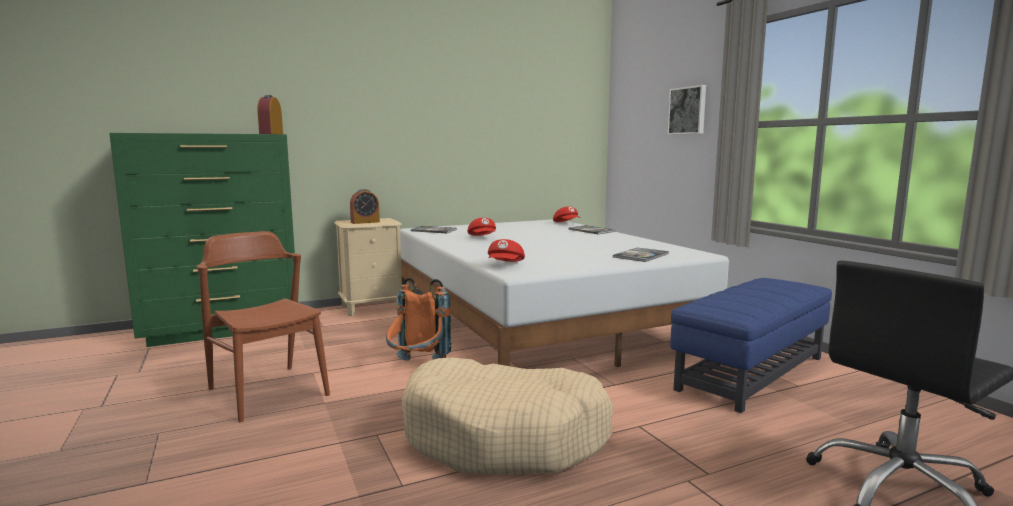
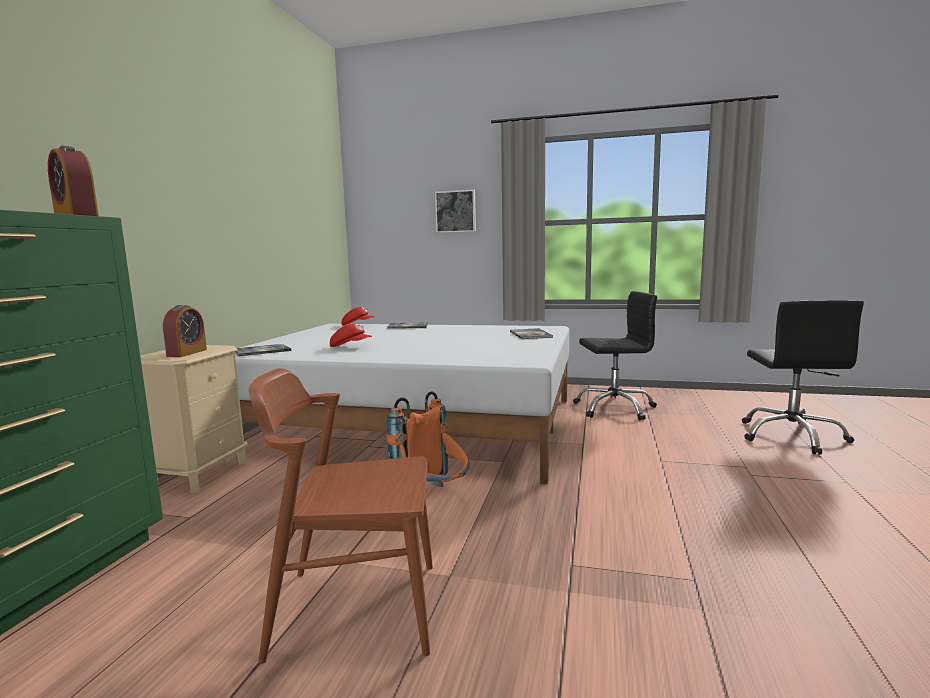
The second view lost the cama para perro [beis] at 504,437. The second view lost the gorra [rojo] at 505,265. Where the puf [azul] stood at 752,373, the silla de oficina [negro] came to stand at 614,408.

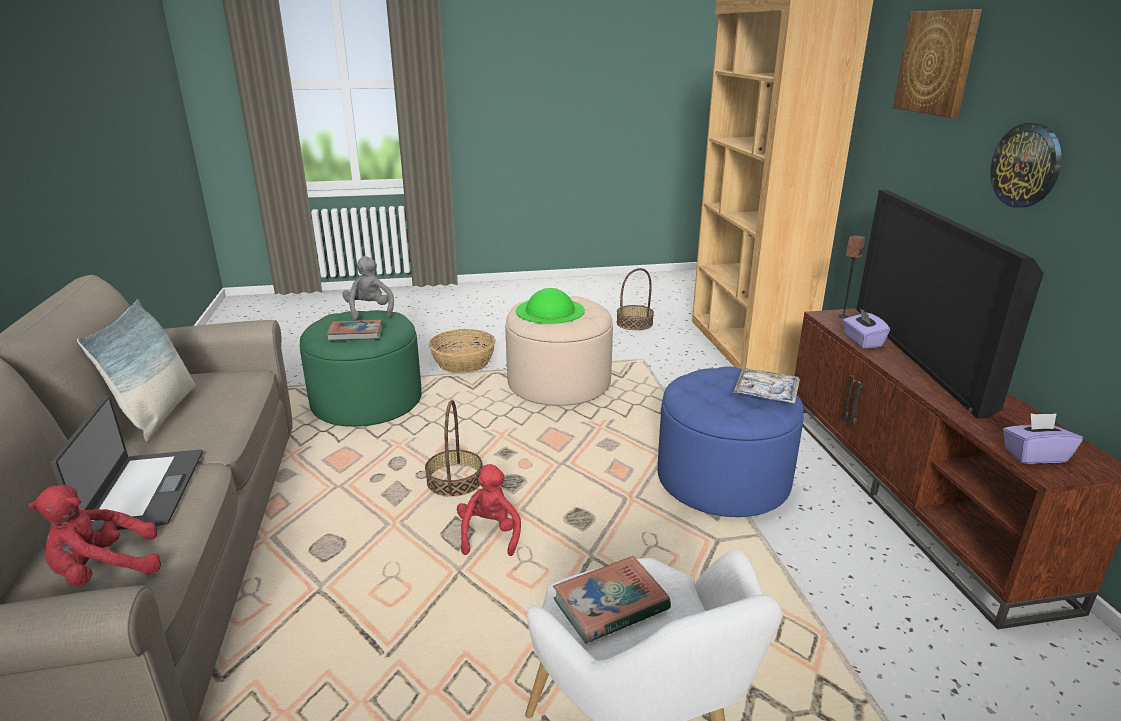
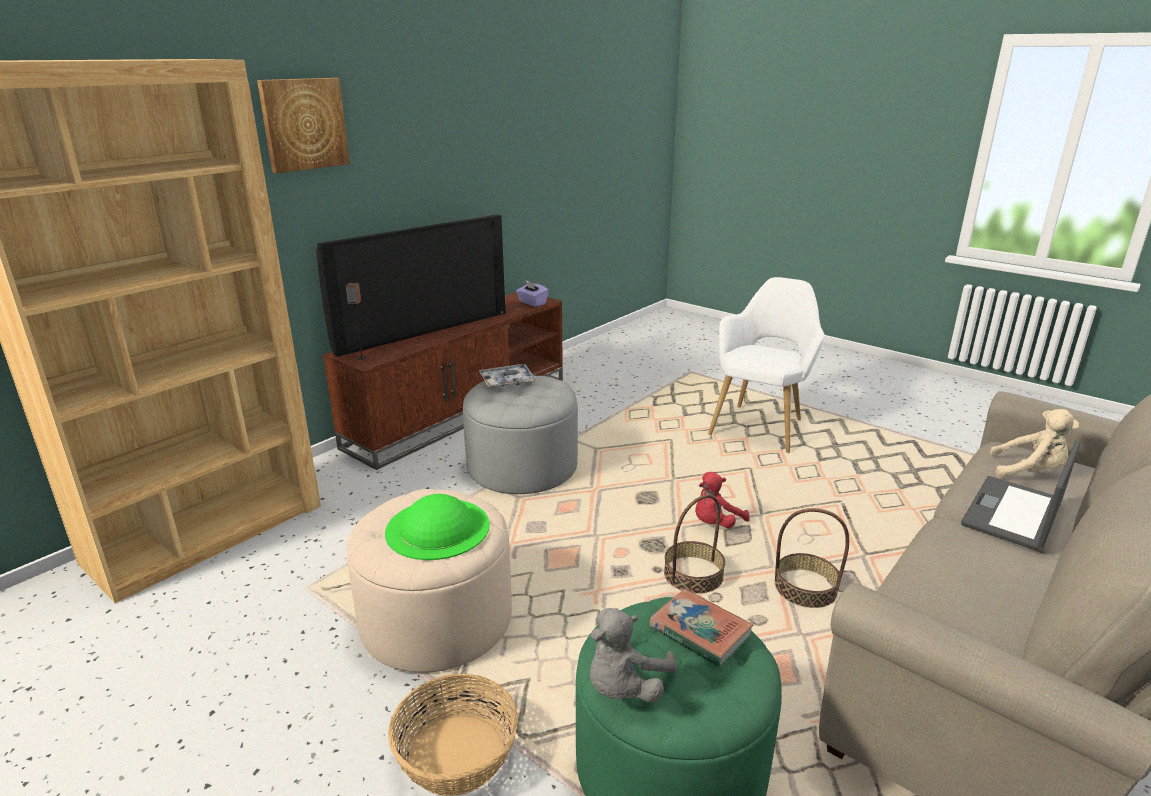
What was the peluche [rojo] at 104,571 turned into the peluche [beis] at 1029,472. The second view lost the cojín at 158,413. The second view lost the libro at 610,604. The cesta ended up elsewhere, having gone from 634,323 to 805,589. What was the puf [azul] at 723,479 turned into the puf [gris] at 522,467. The second view lost the caja de pañuelos [morado] at 862,341. The second view lost the reloj de pared at 1026,165.

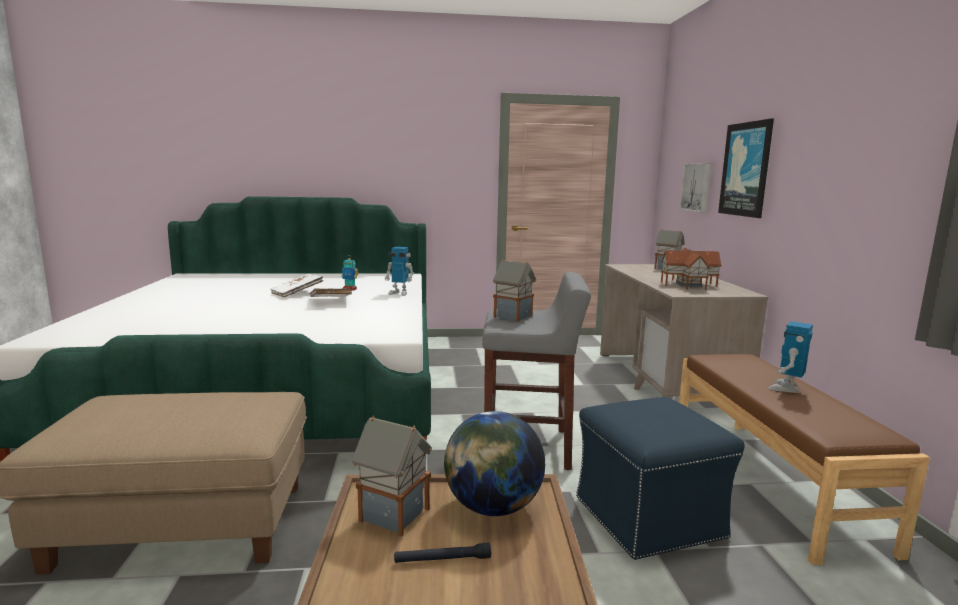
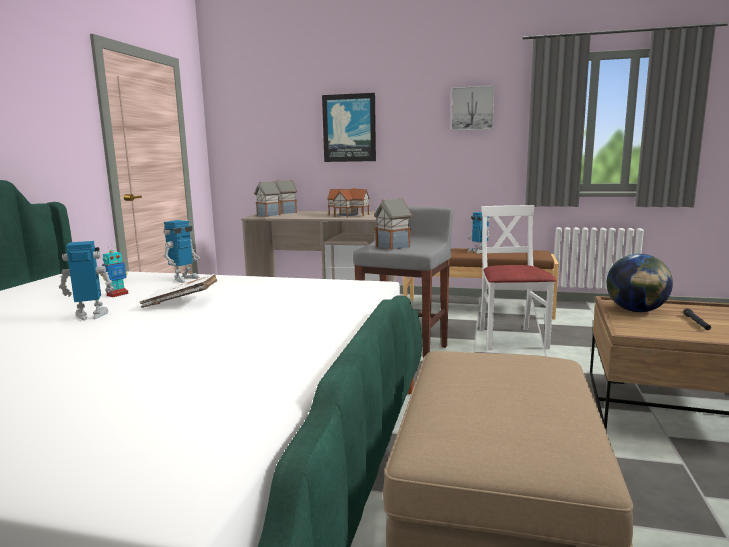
Where the libro [blanco] stood at 297,293, the robot de juguete came to stand at 91,316. The casita ended up elsewhere, having gone from 392,514 to 268,215. Where the puf [azul] stood at 649,518, the silla [blanco] came to stand at 510,338. The cuadro ended up elsewhere, having gone from 697,187 to 472,108.

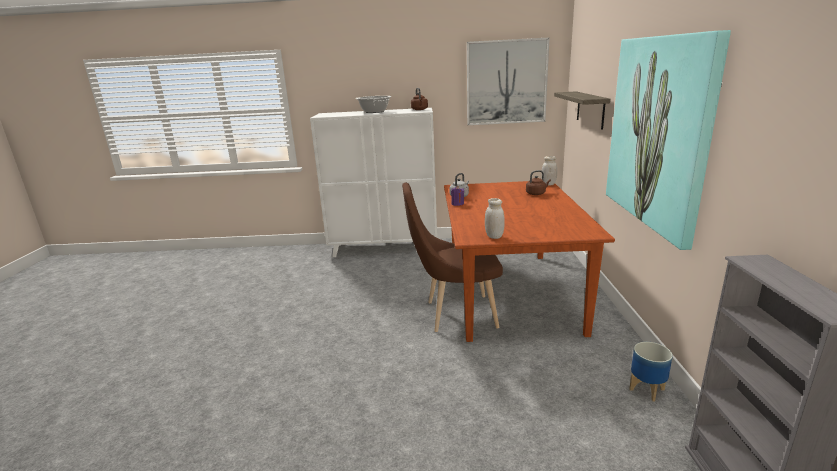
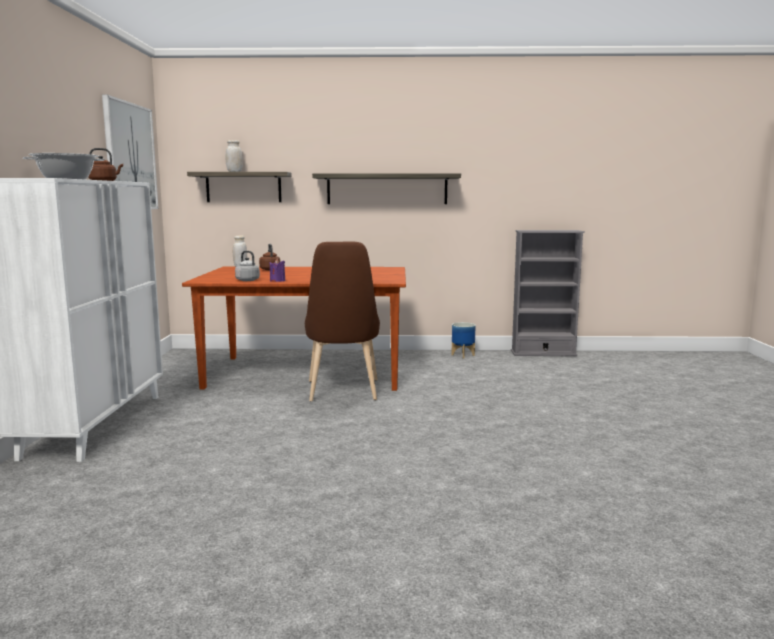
The tarro [blanco] ended up elsewhere, having gone from 494,236 to 234,172. Where the cuadro hung at 659,132, the estante came to hang at 387,189.

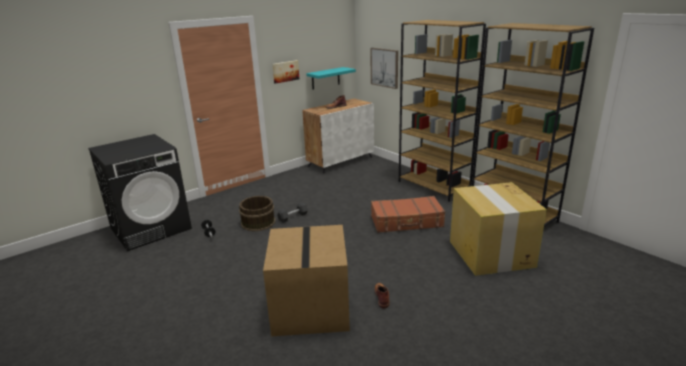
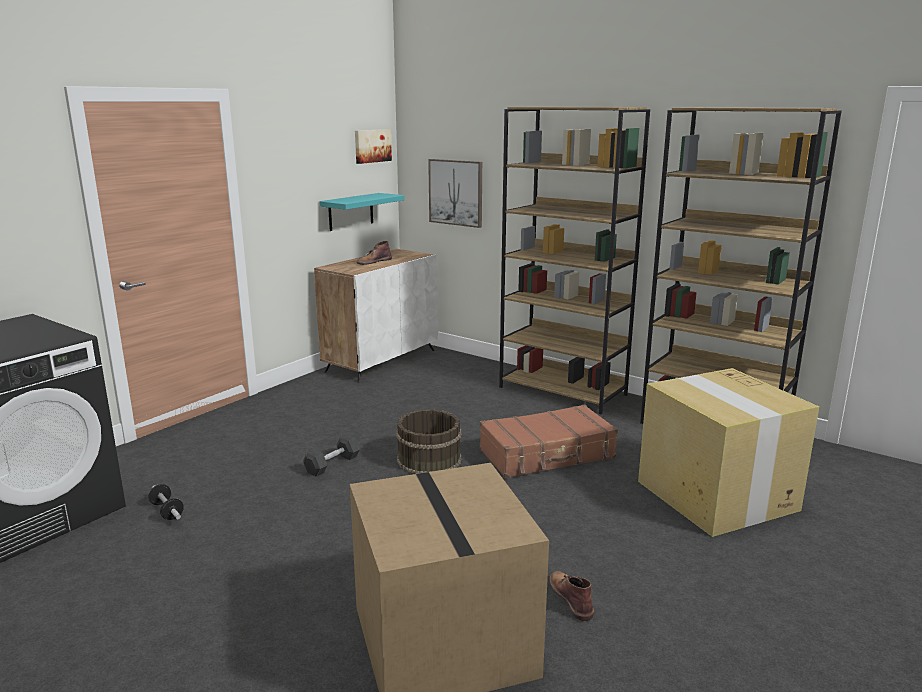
The cubo [marrón] ended up elsewhere, having gone from 258,222 to 428,459. The cuadro ended up elsewhere, having gone from 285,71 to 372,146.

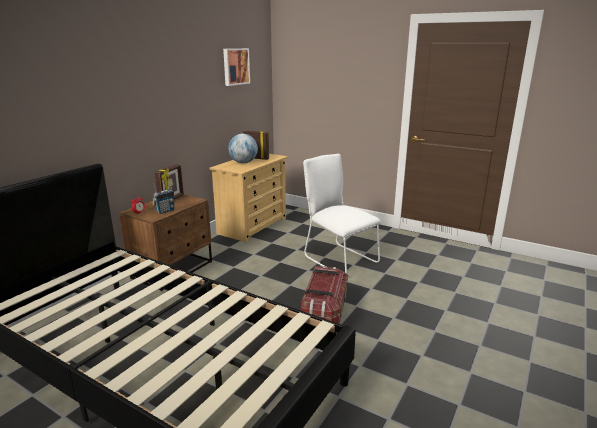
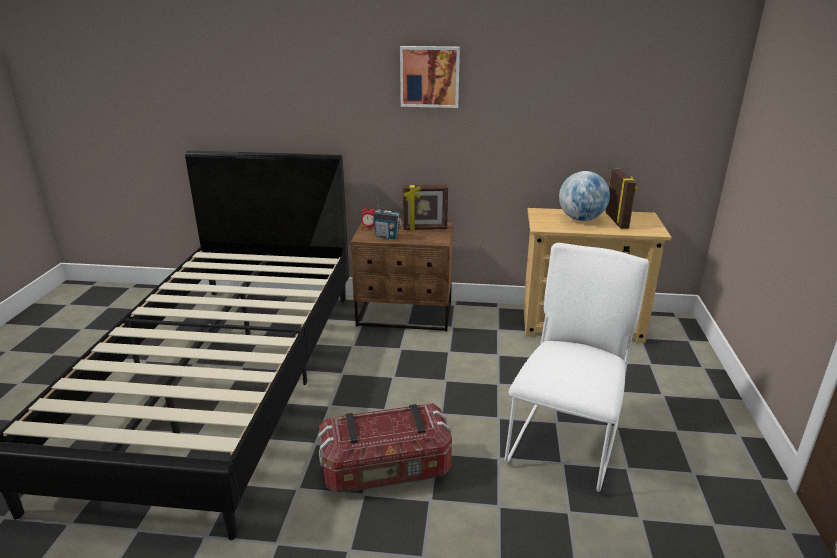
The cuadro ended up elsewhere, having gone from 235,66 to 430,76.

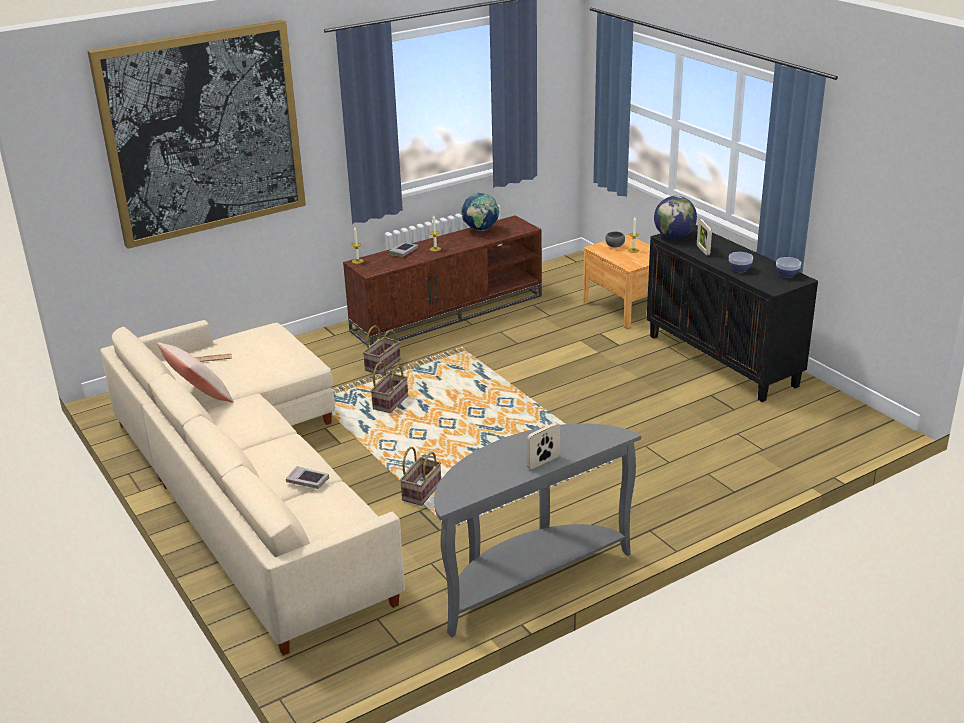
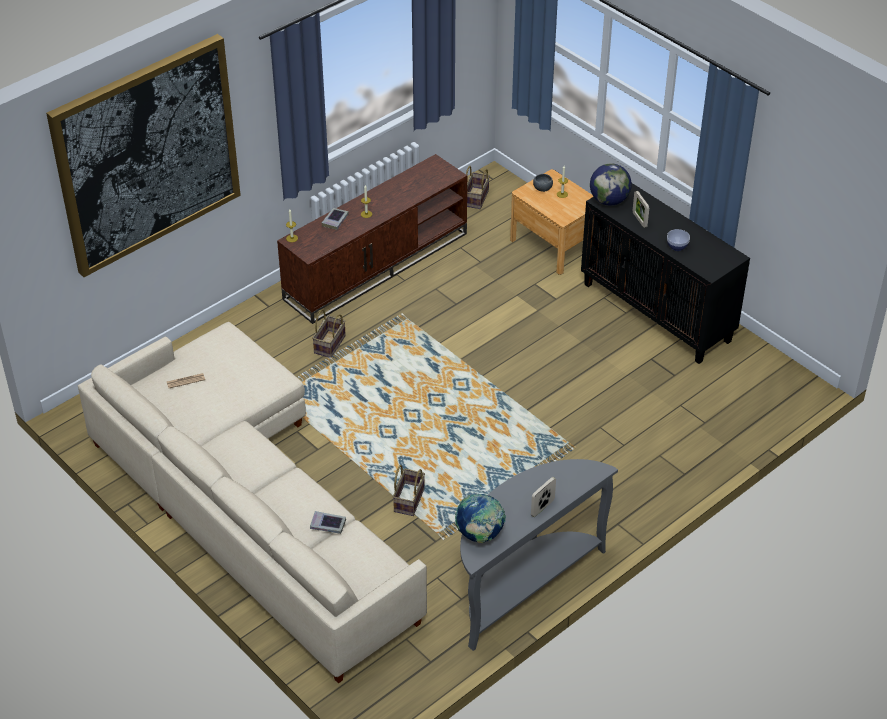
The second view lost the cojín [beis] at 199,396. The cesta ended up elsewhere, having gone from 390,402 to 476,197. The globo terráqueo ended up elsewhere, having gone from 480,230 to 480,535. The second view lost the cuenco at 787,275.

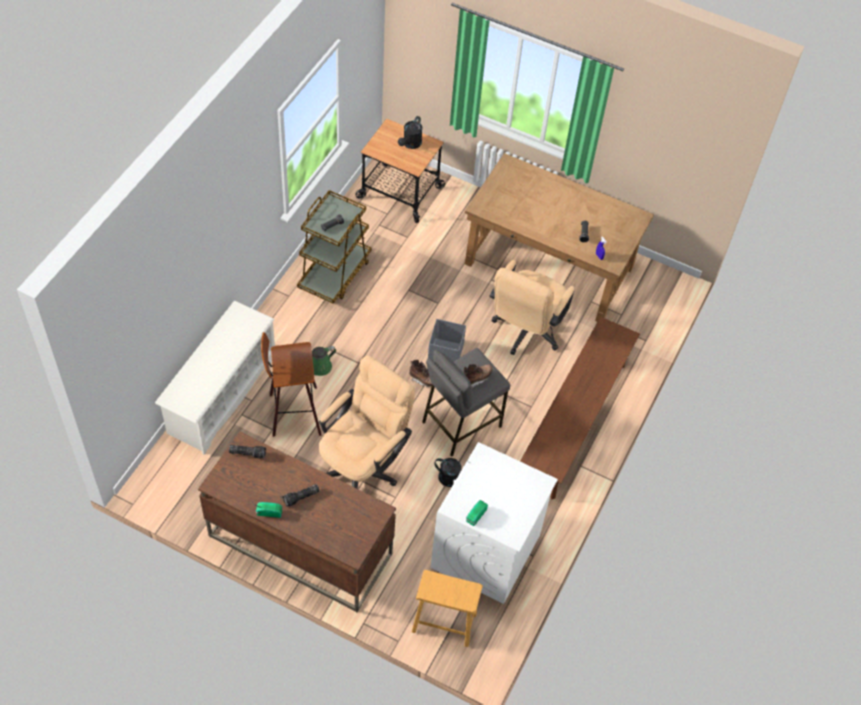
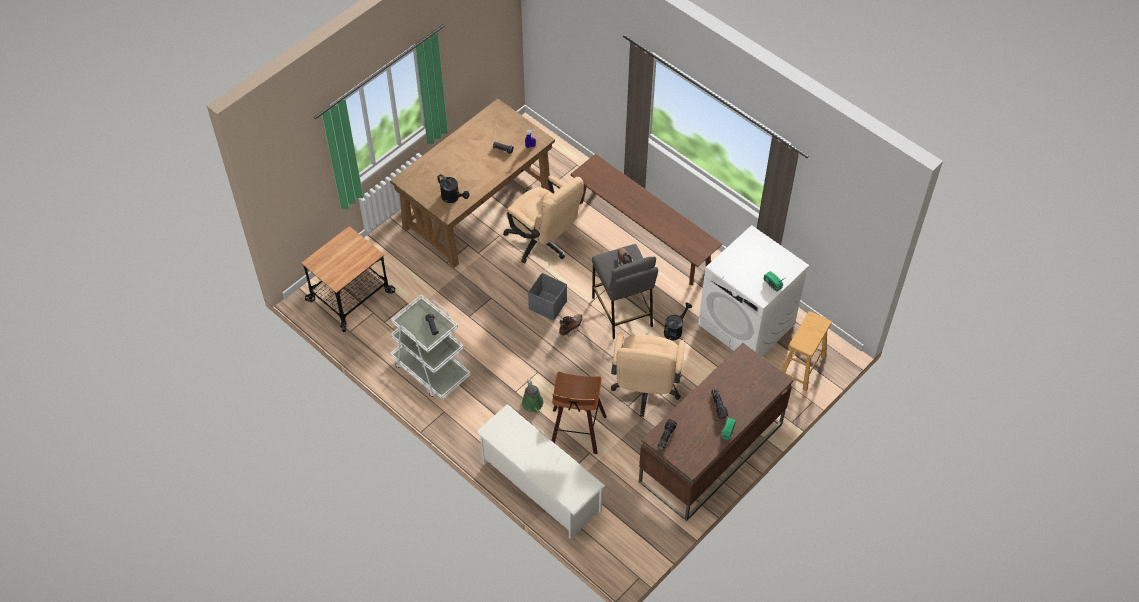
What was the carrito [marrón] at 335,274 turned into the carrito [blanco] at 430,369. The silla de oficina [beis] at 363,466 ended up facing another way, 135 degrees counterclockwise from before. The regadera [negro] ended up elsewhere, having gone from 410,144 to 453,198.

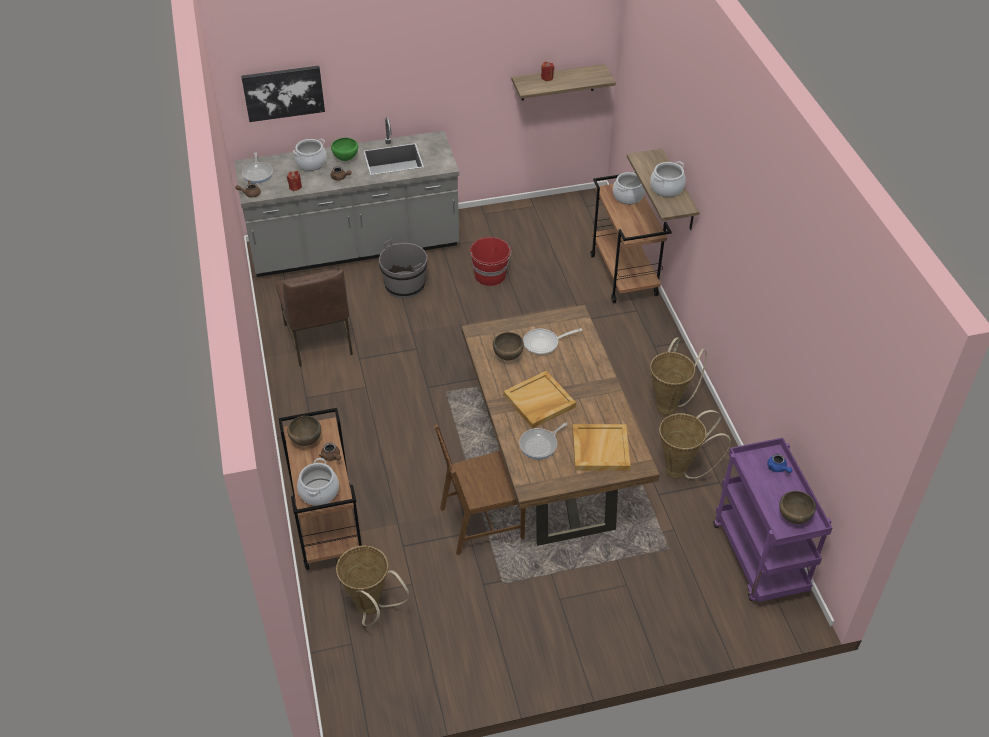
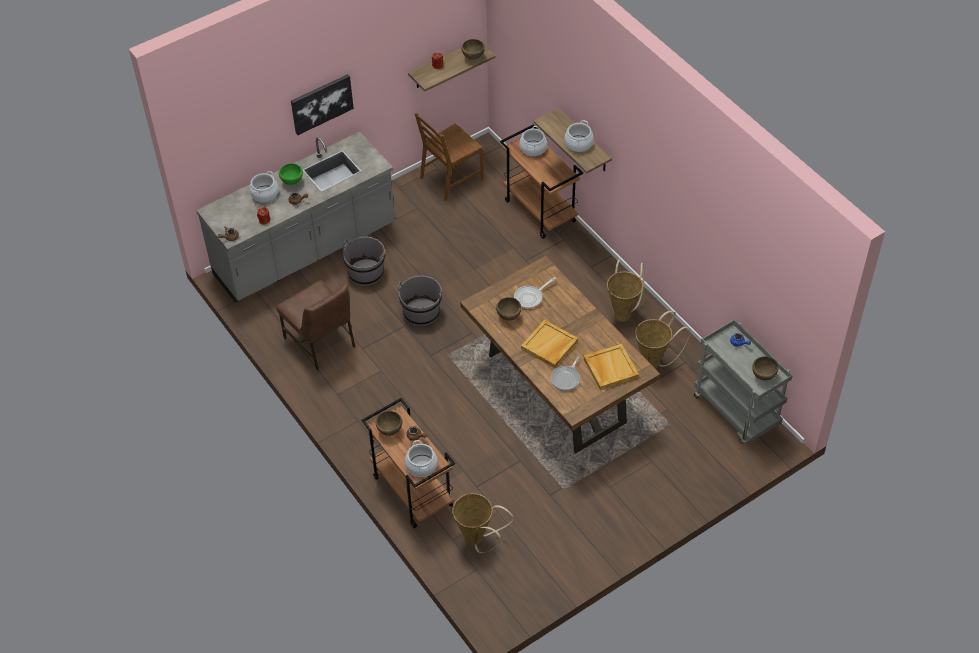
The cuadro ended up elsewhere, having gone from 283,92 to 321,103. The second view lost the sartén at 258,173. The silla [marrón] ended up elsewhere, having gone from 480,523 to 451,179. The second view lost the cubo [rojo] at 490,276. What was the carrito [morado] at 760,559 turned into the carrito [gris] at 737,411. The second view gained the cubo [gris] at 421,312. The second view gained the cuenco [marrón] at 473,58.

